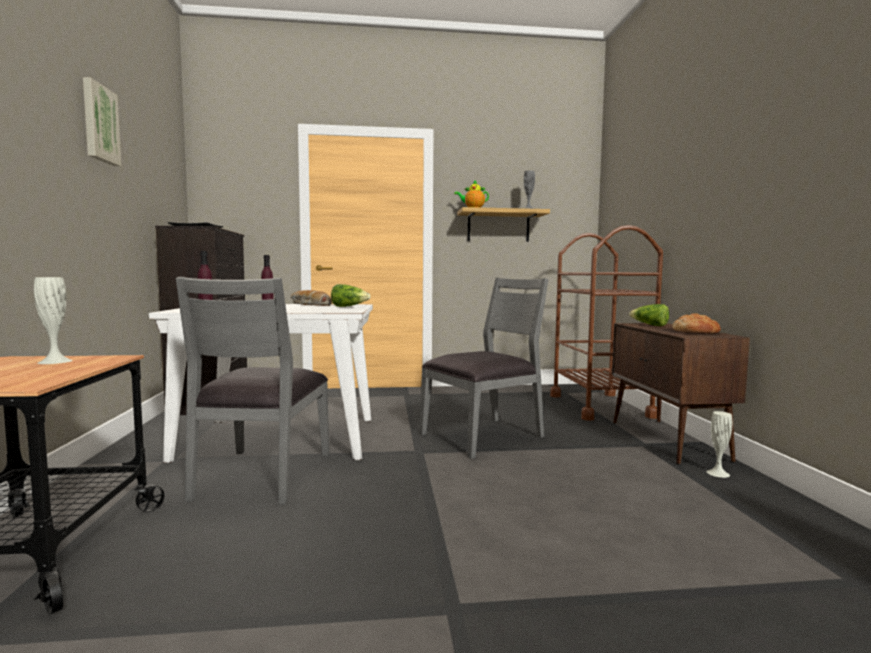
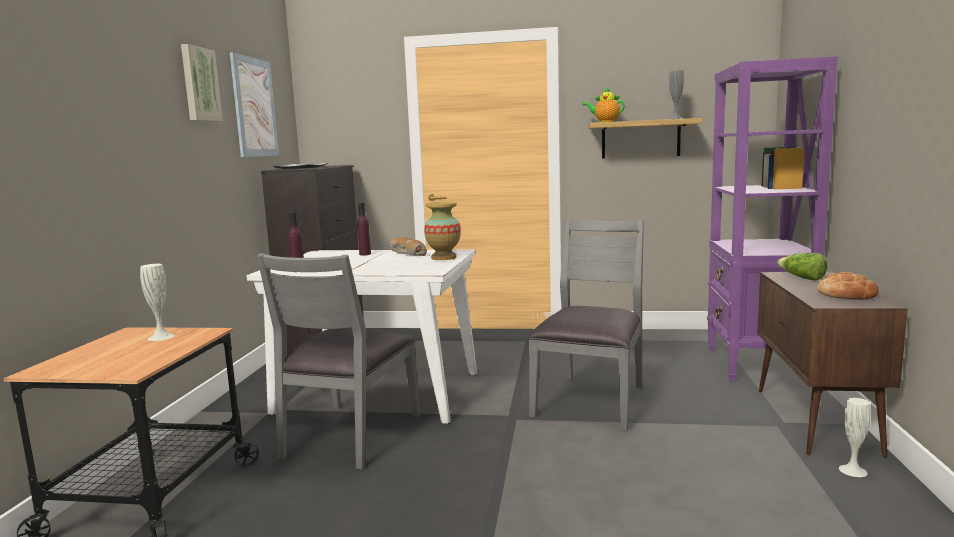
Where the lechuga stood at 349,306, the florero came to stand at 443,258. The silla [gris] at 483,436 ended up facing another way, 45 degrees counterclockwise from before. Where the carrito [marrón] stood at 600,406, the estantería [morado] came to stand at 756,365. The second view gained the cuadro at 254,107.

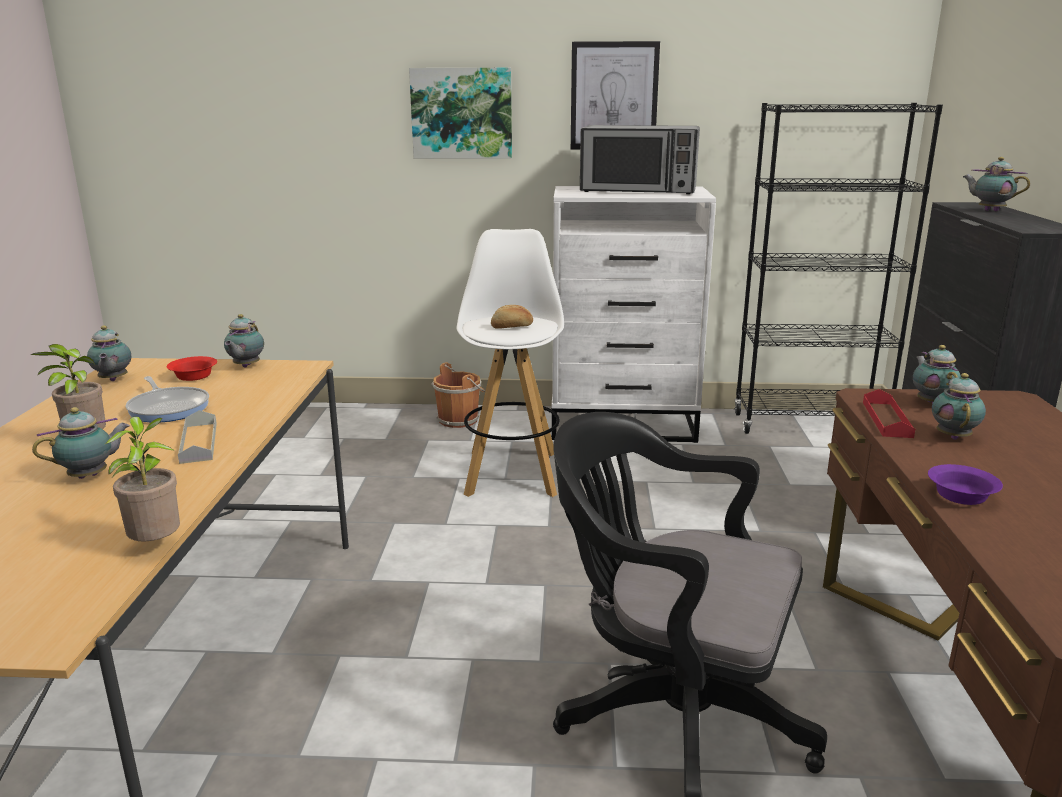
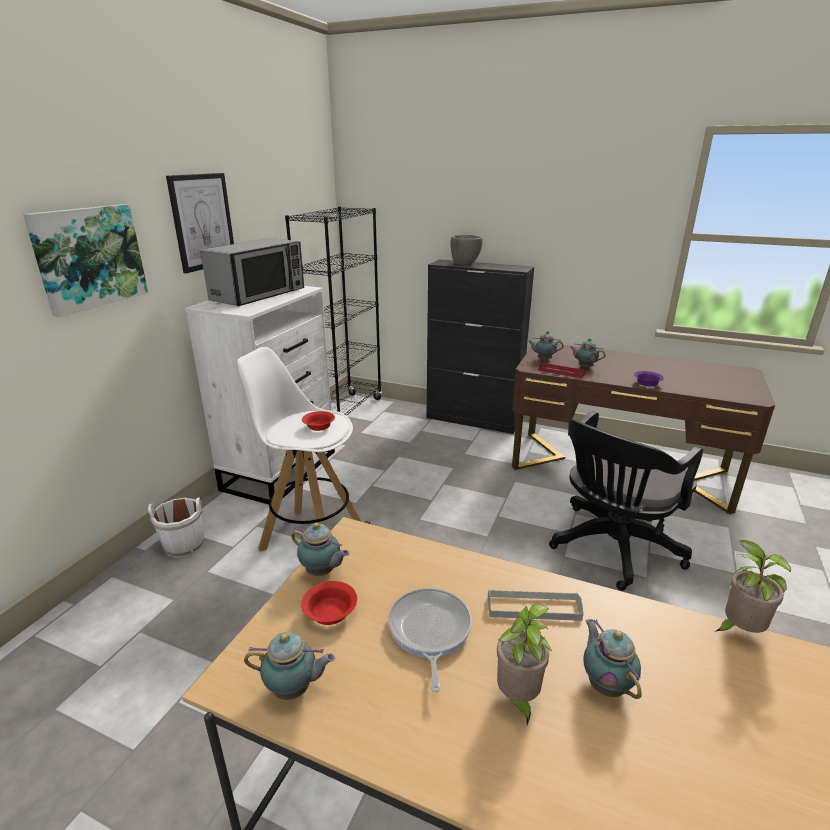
The sartén at 168,408 ended up facing another way, 75 degrees counterclockwise from before. What was the cubo [marrón] at 460,419 turned into the cubo [blanco] at 183,544. Where the pan stood at 512,327, the cuenco [rojo] came to stand at 318,426. Where the tetera stood at 989,210, the cuenco [gris] came to stand at 465,264.

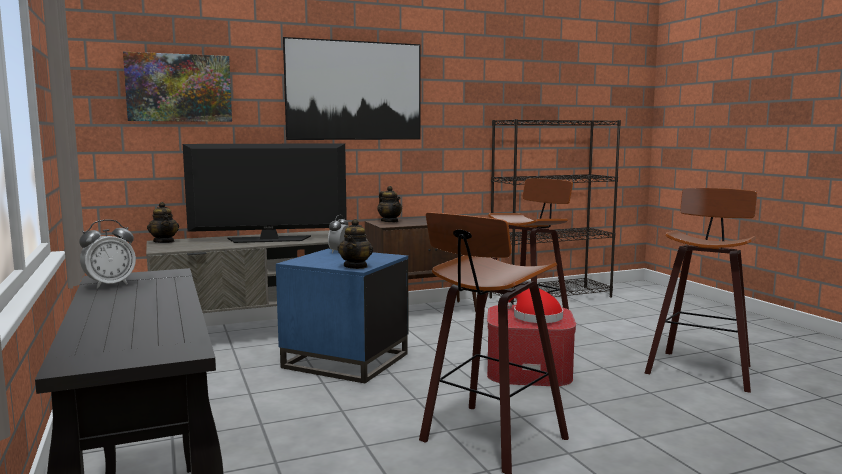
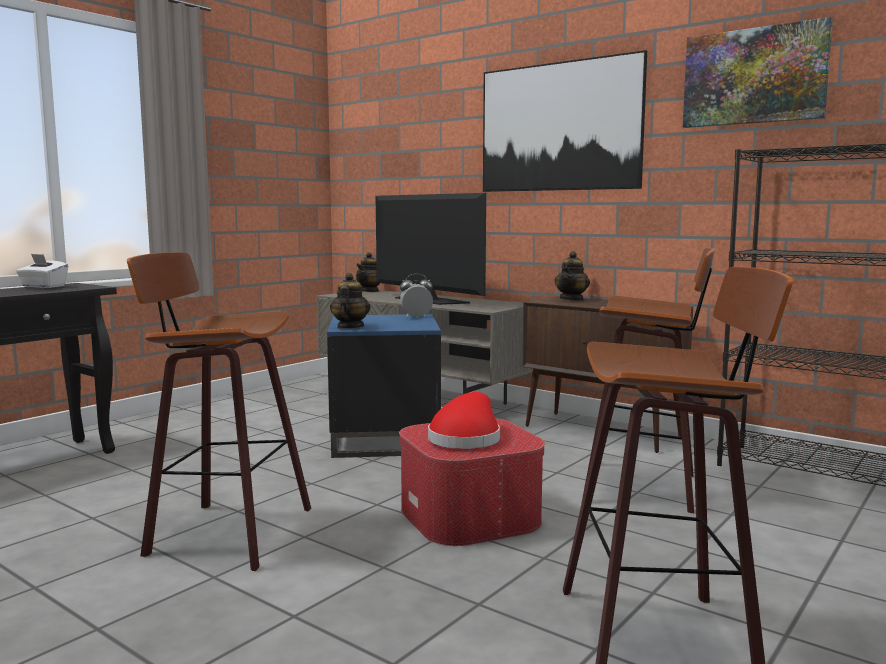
Where the despertador stood at 110,285, the caja de pañuelos [blanco] came to stand at 43,286. The cuadro ended up elsewhere, having gone from 179,88 to 754,76. The tetera at 356,266 ended up facing another way, 120 degrees clockwise from before.

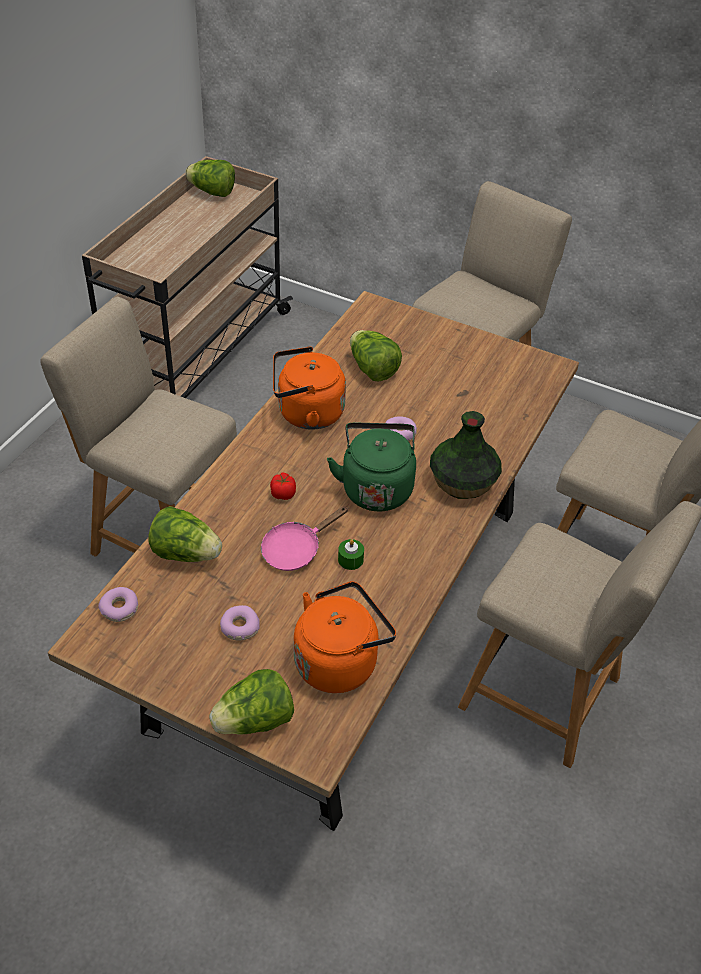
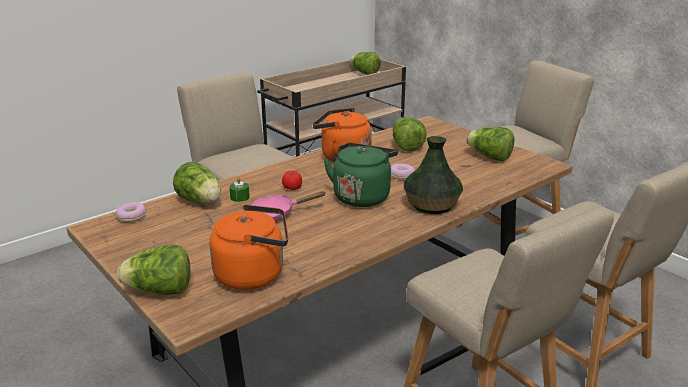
The second view lost the rosquilla at 239,627. The vela [verde] ended up elsewhere, having gone from 350,560 to 240,197. The second view gained the lechuga at 489,157.

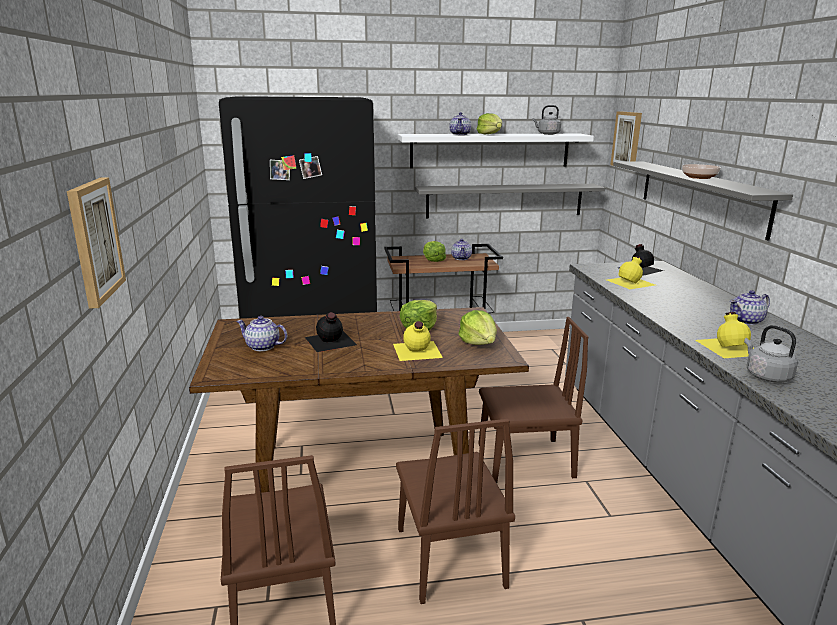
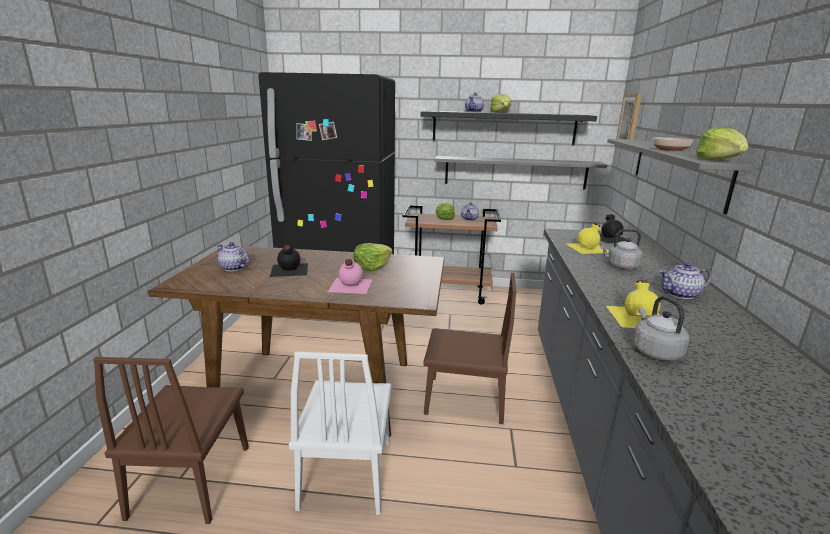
The second view lost the cuadro at 94,240. What was the botella [amarillo] at 416,351 turned into the botella [rosa] at 349,285. What was the silla [marrón] at 449,556 turned into the silla [blanco] at 346,473. What was the estante [blanco] at 490,150 turned into the estante [negro] at 503,127. The lechuga ended up elsewhere, having gone from 479,343 to 719,160. The hervidor [gris] ended up elsewhere, having gone from 547,134 to 620,266.

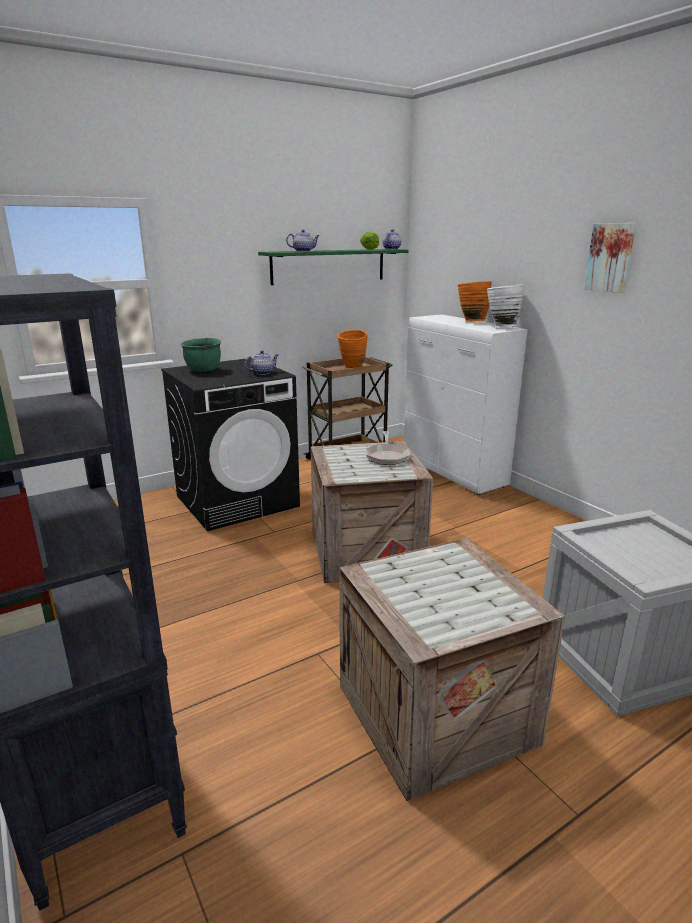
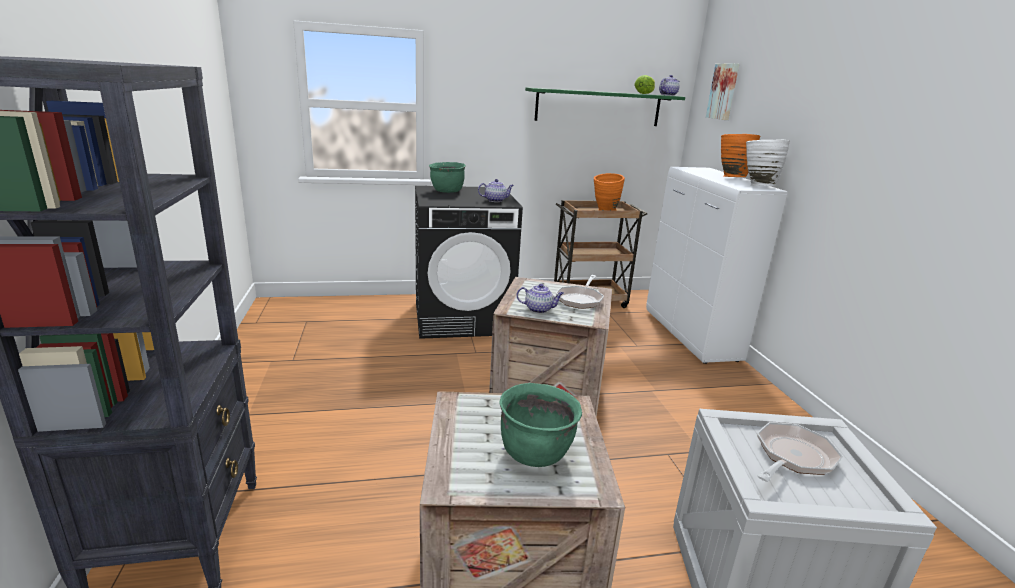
The tetera ended up elsewhere, having gone from 303,251 to 539,309. The cuadro ended up elsewhere, having gone from 610,257 to 724,91. The second view gained the olla [verde] at 536,453. The second view gained the sartén at 792,457.

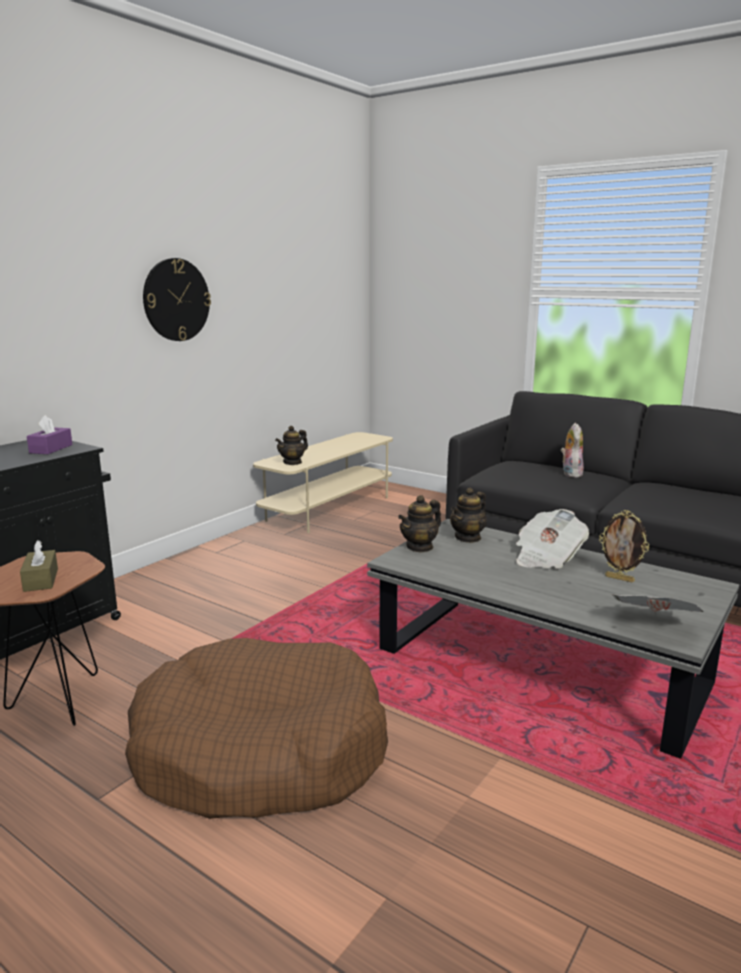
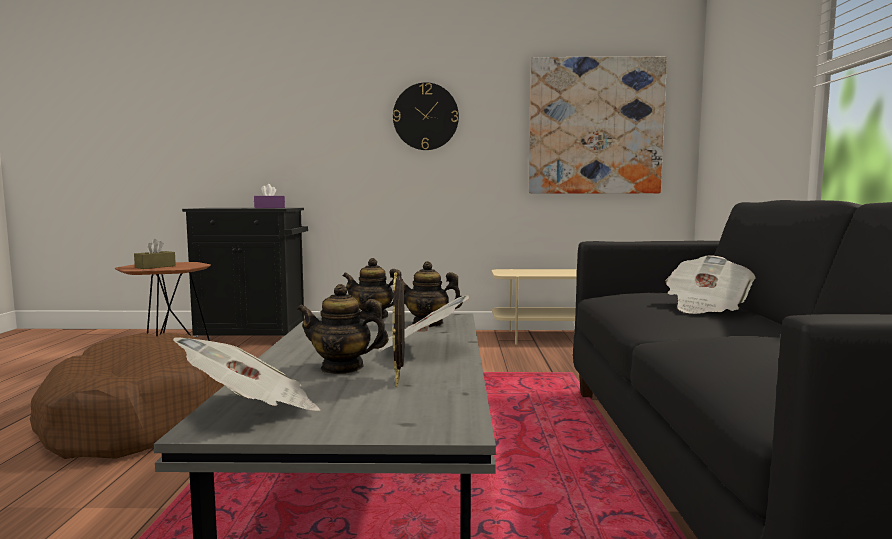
The tetera ended up elsewhere, having gone from 292,462 to 342,368. Where the peluche stood at 570,473, the periódico came to stand at 705,307. The second view gained the cuadro at 595,126.

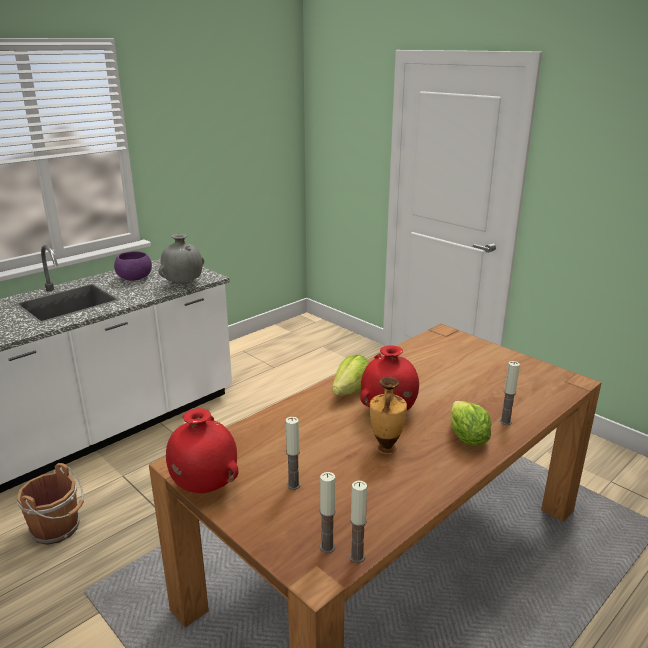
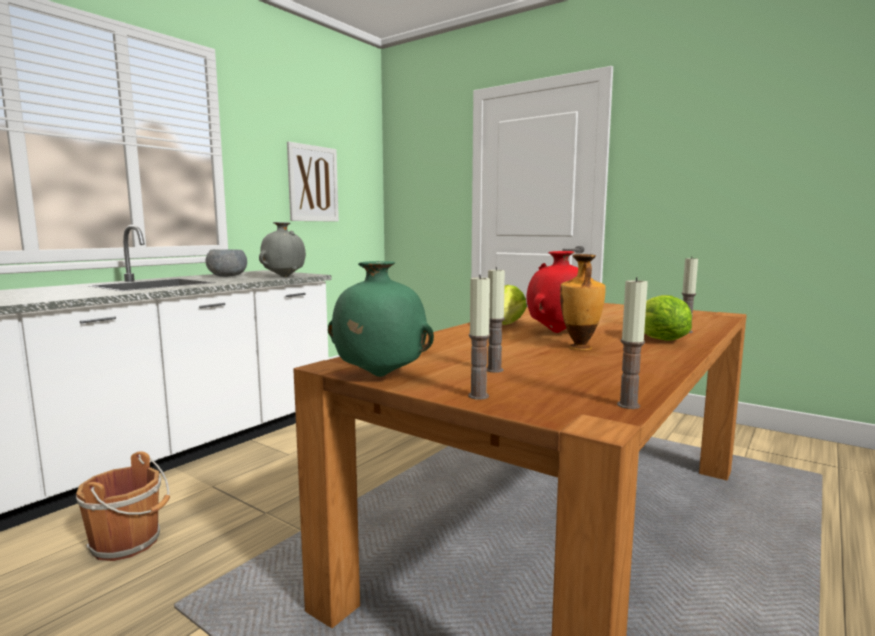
What was the cuenco [morado] at 135,278 turned into the cuenco [gris] at 227,276. What was the florero [rojo] at 204,486 turned into the florero [verde] at 379,376. The vela ended up elsewhere, having gone from 327,547 to 478,396. The second view gained the cuadro at 313,183.

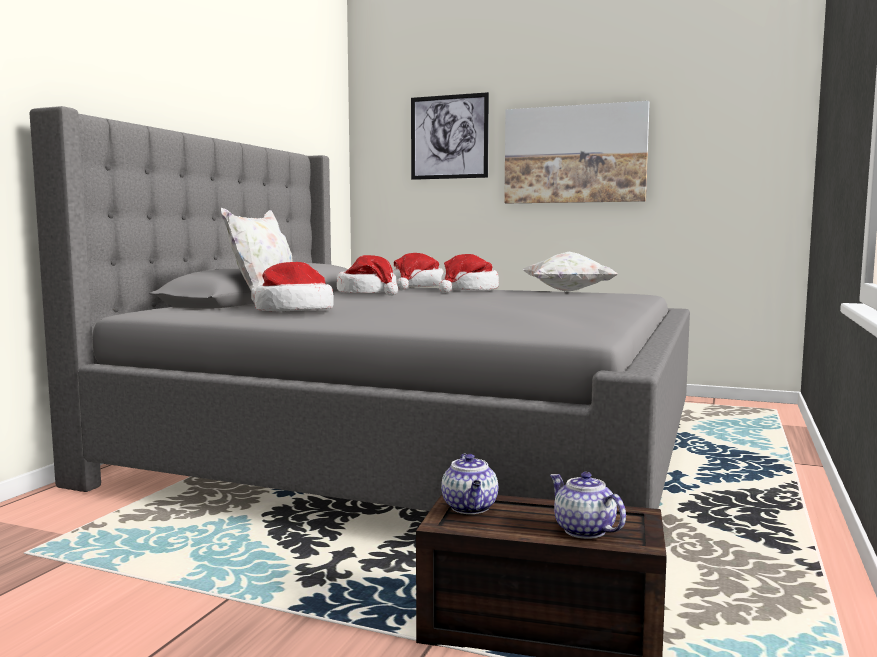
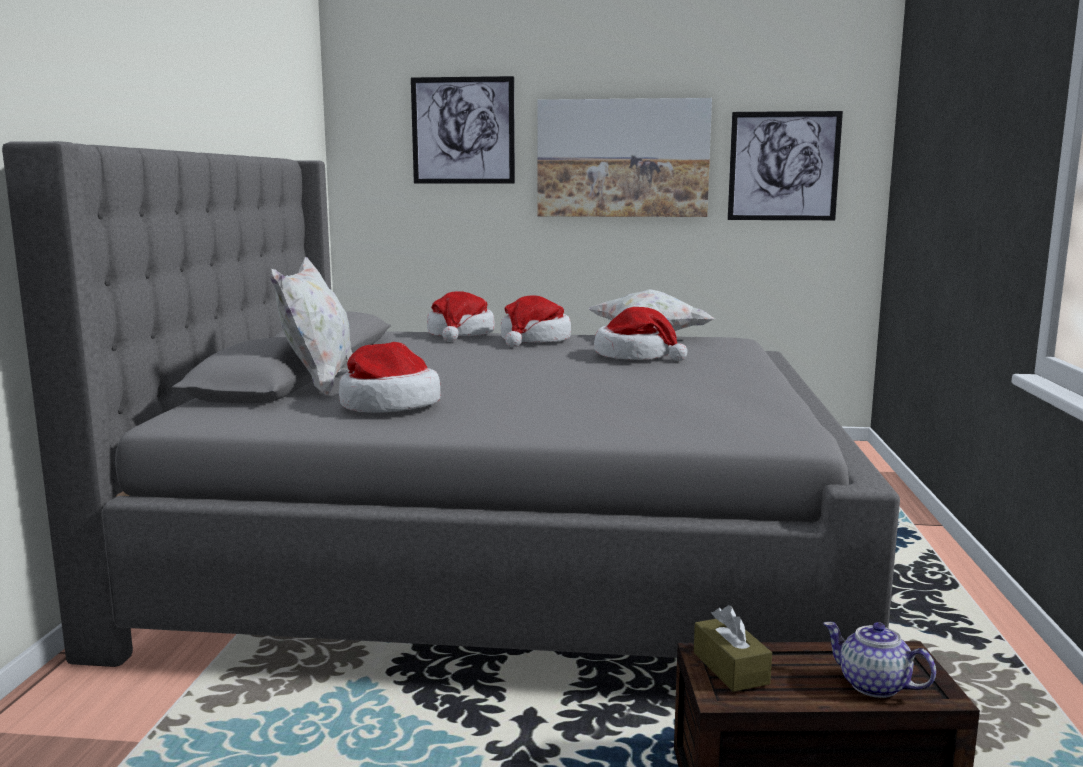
The sombrero ended up elsewhere, having gone from 368,293 to 635,356. Where the tetera stood at 470,508, the caja de pañuelos [marrón] came to stand at 730,668. The second view gained the cuadro at 783,166.

